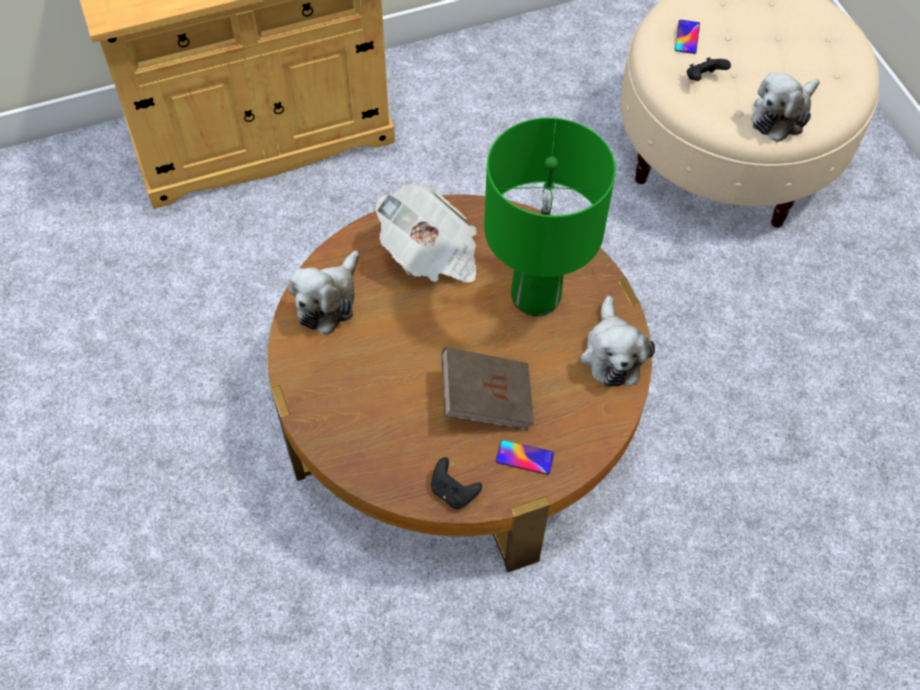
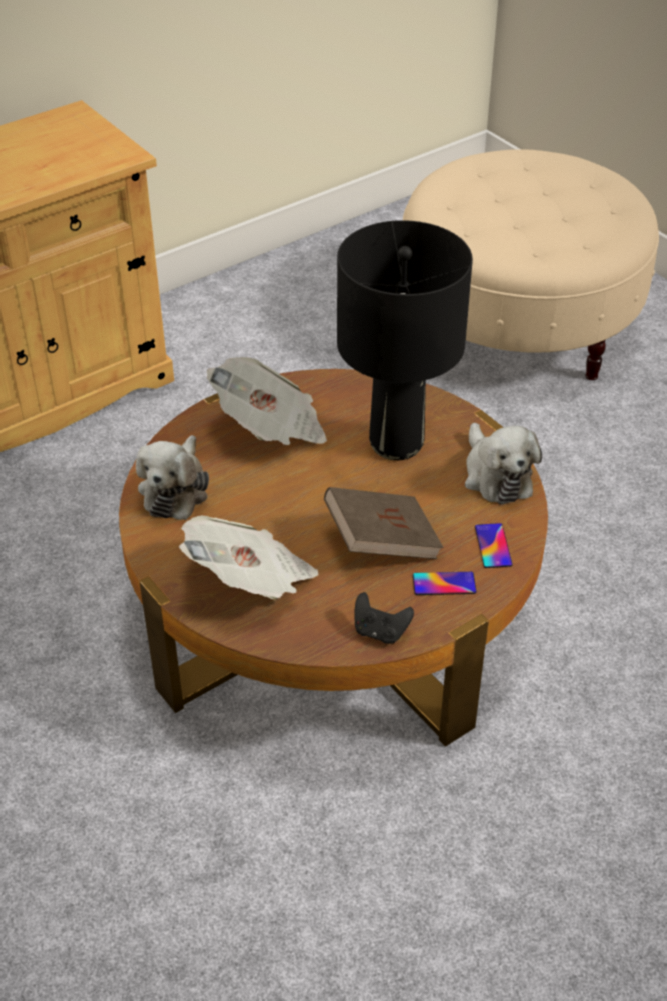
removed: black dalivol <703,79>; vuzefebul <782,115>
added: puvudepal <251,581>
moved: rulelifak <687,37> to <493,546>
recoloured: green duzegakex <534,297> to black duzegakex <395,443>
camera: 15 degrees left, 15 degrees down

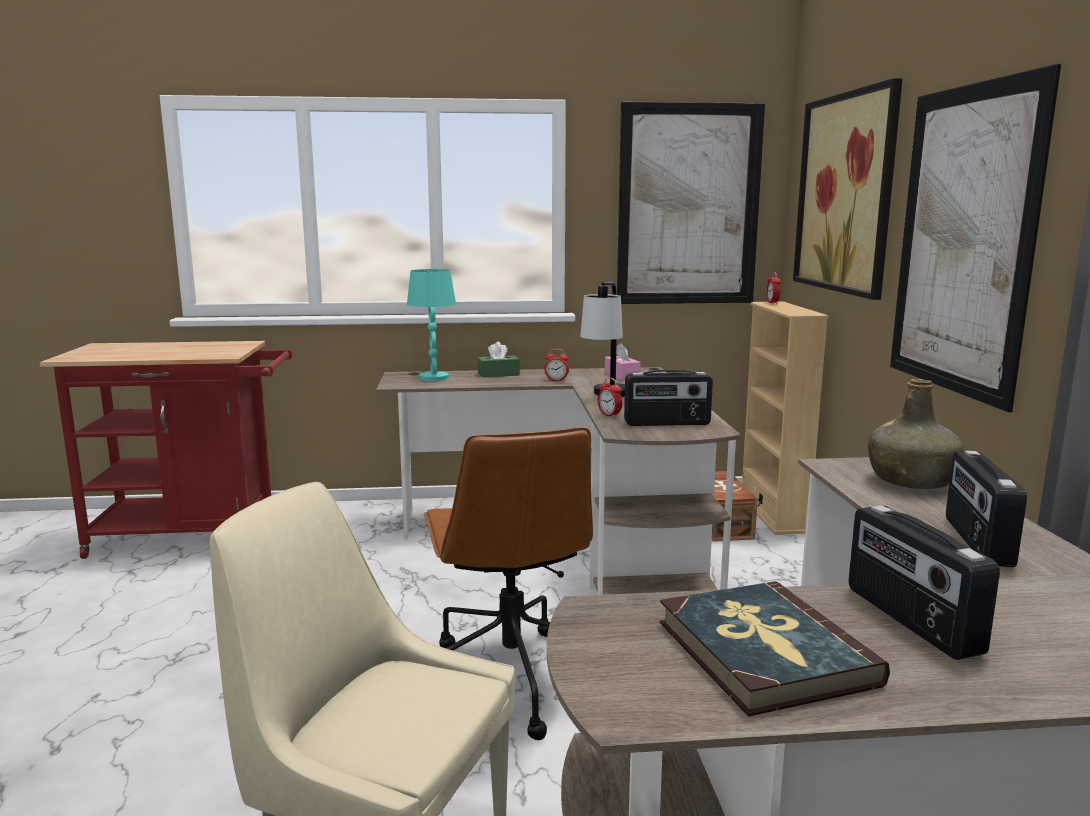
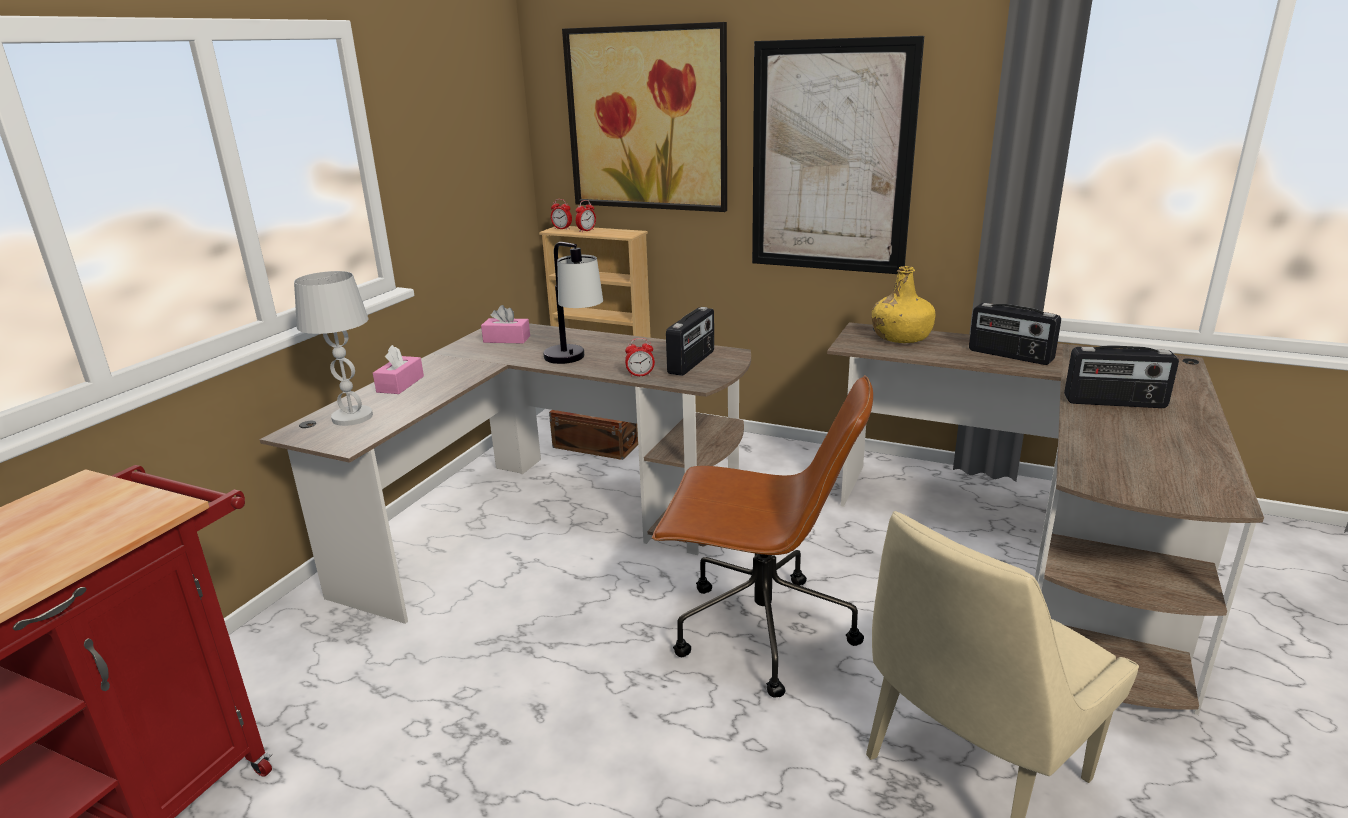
removed: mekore <688,205>; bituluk <763,652>
moved: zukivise <556,381> to <586,231>
recoloured: turquoise duzegakex <434,378> to white duzegakex <353,417>; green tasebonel <498,374> to pink tasebonel <400,384>; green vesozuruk <911,480> to yellow vesozuruk <901,337>
camera: 60 degrees left, 10 degrees up

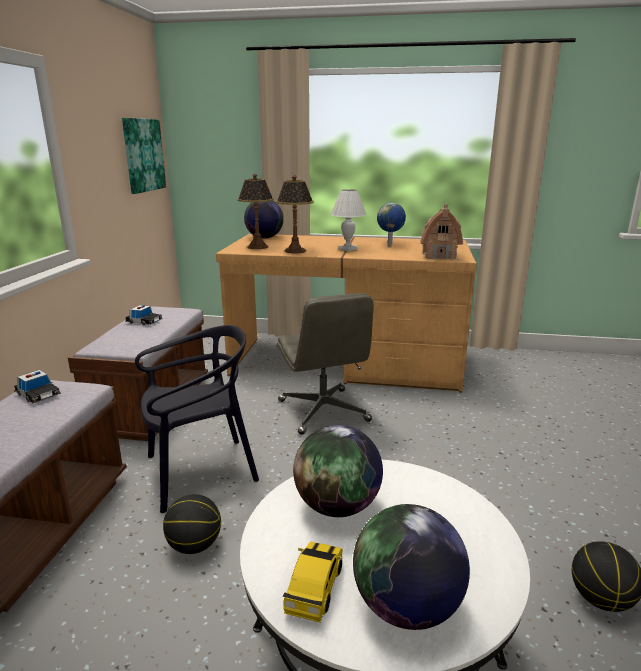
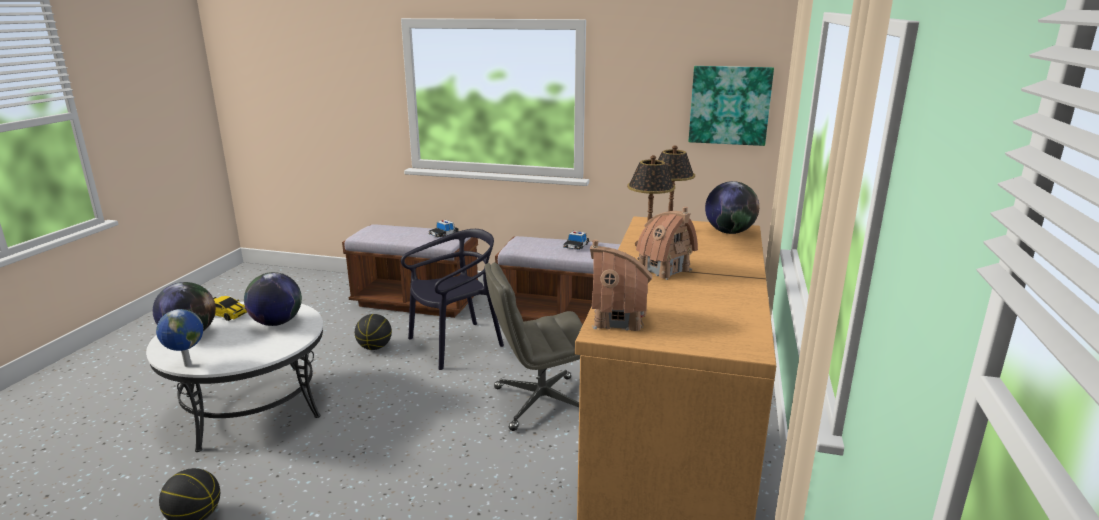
moved: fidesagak <390,245> to <186,365>
replaced: white duzegakex <347,249> to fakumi <664,269>
turned: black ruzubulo <200,471> = <455,344> 105 degrees counterclockwise
camera: 95 degrees right, 0 degrees up

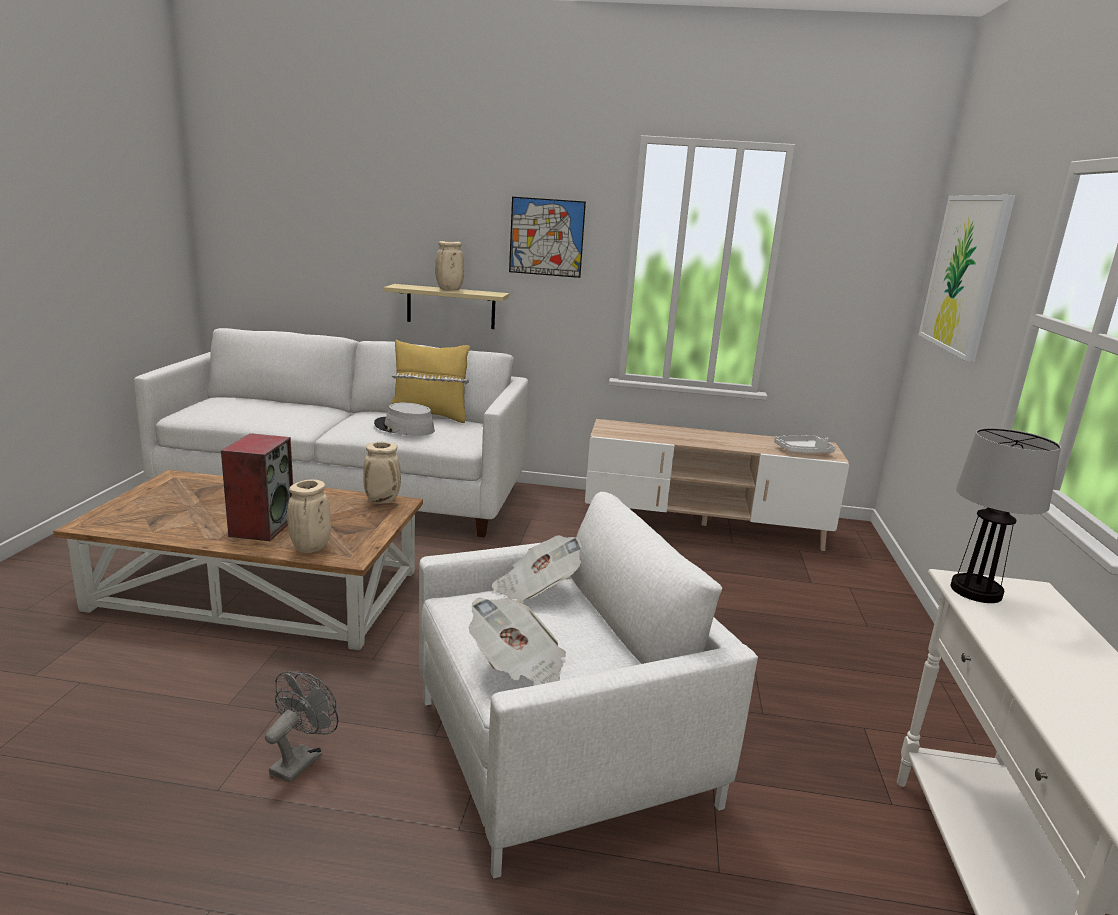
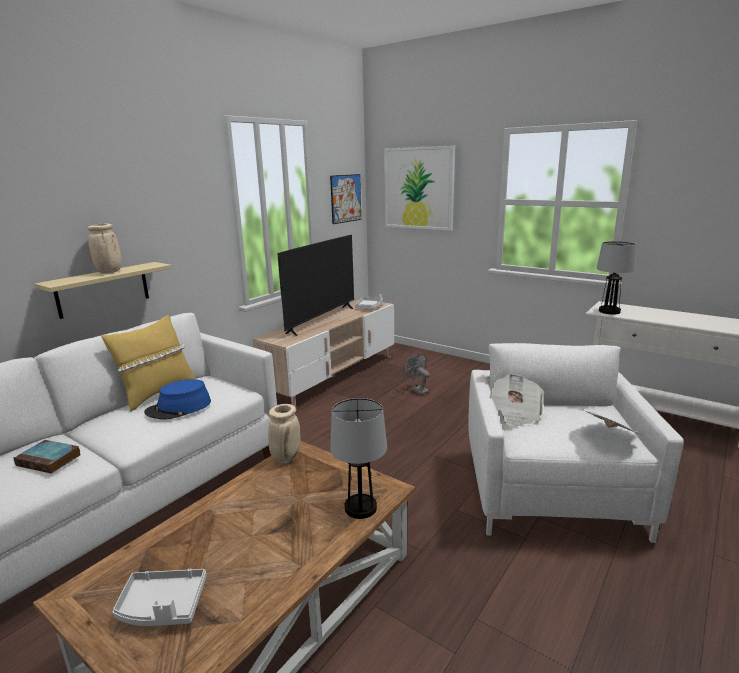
removed: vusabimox <262,526>
added: bituluk <50,460>; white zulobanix <162,606>; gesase <321,320>
moved: mekore <546,237> to <346,198>; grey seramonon <301,759> to <417,390>
replaced: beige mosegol <310,549> to duzegakex <361,508>
recoloured: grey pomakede <404,428> to blue pomakede <179,408>
camera: 60 degrees left, 0 degrees up

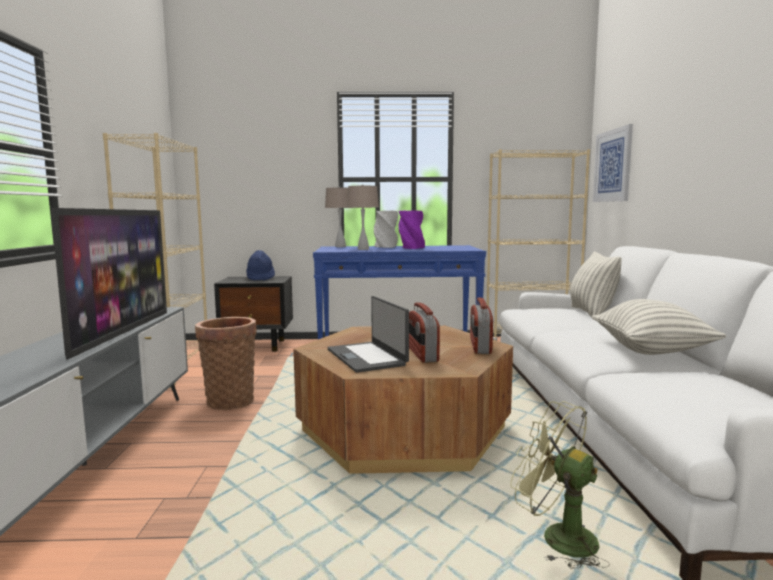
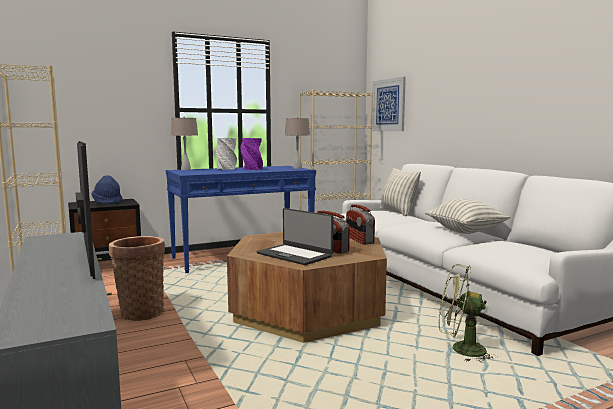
moved: beige duzegakex <363,249> to <297,168>
camera: 25 degrees left, 0 degrees up

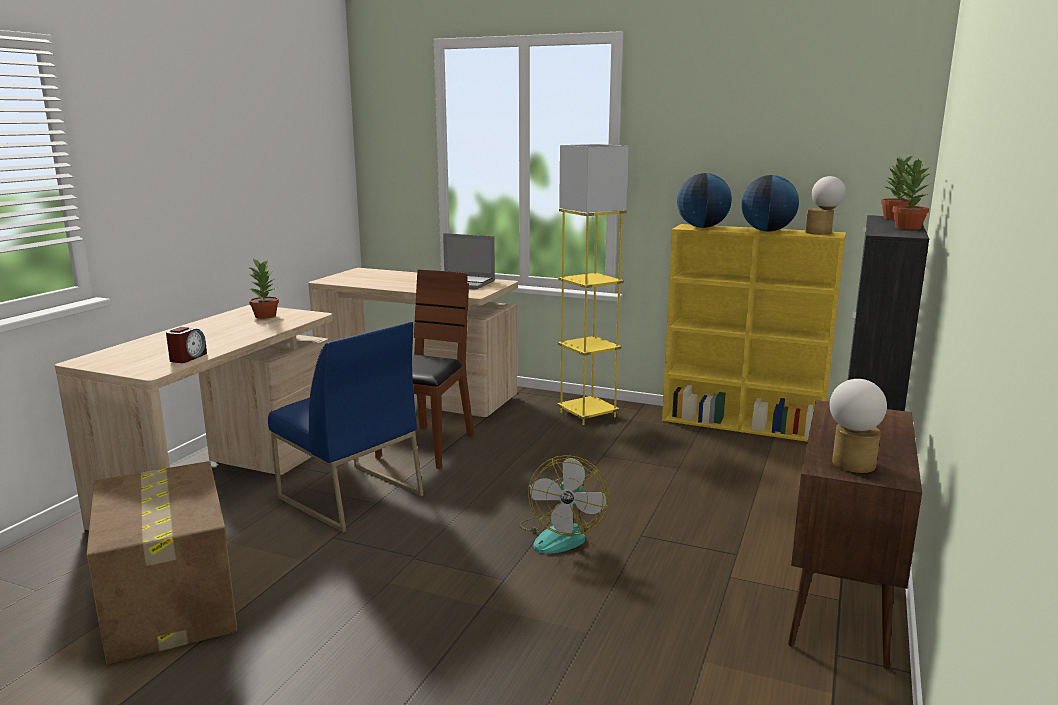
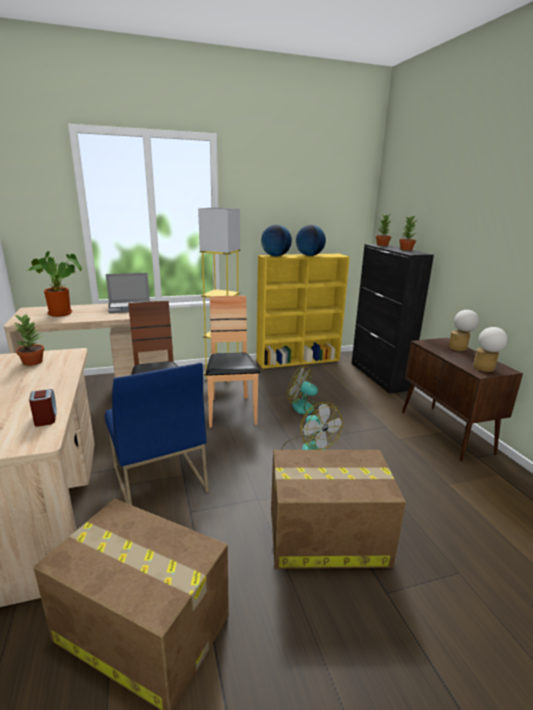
added: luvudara <62,314>; brown ruzubulo <231,411>; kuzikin <325,536>; seramonon <308,409>
moved: duzegakex <822,233> to <460,347>
turned: blue ruzubulo <349,496> = <158,479> 60 degrees clockwise
camera: 40 degrees left, 5 degrees up

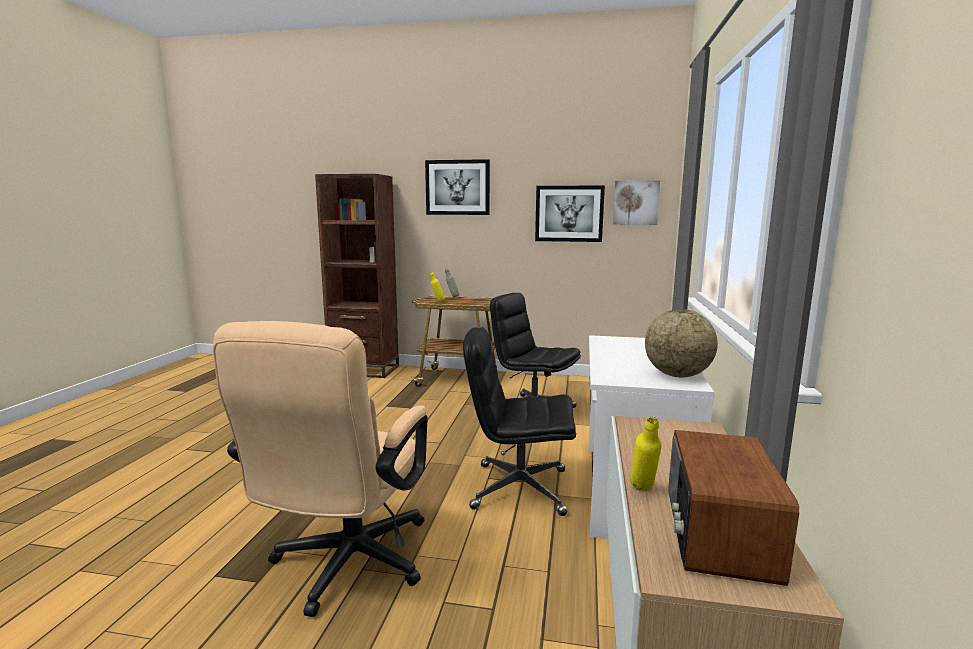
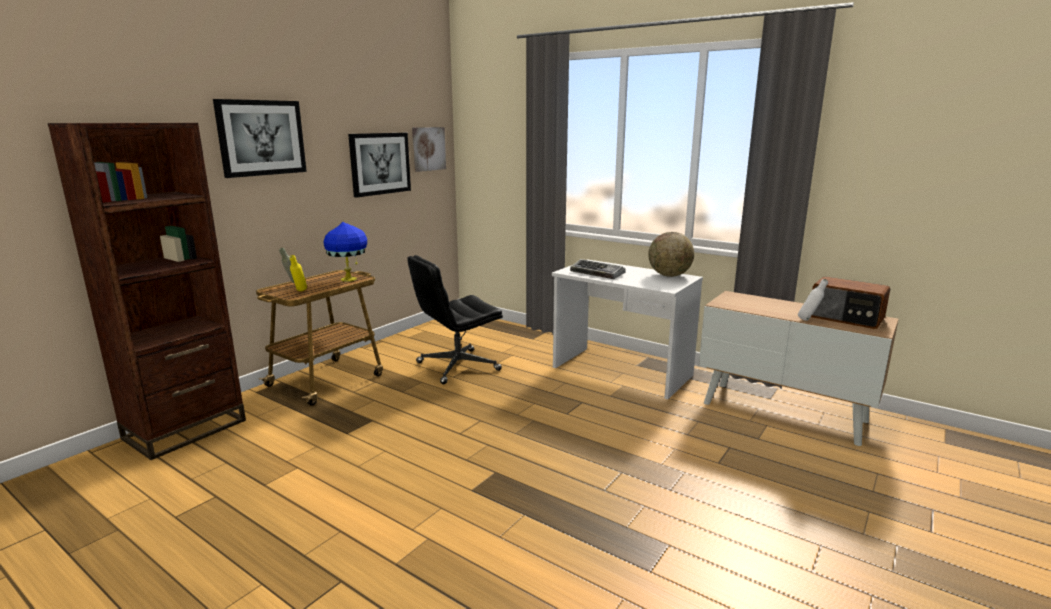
removed: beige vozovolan <345,567>; black vozovolan <518,489>
added: blue duzegakex <349,279>; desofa <598,273>
recoloured: yellow vesozuruk <643,493> to white vesozuruk <809,320>
camera: 65 degrees left, 5 degrees up

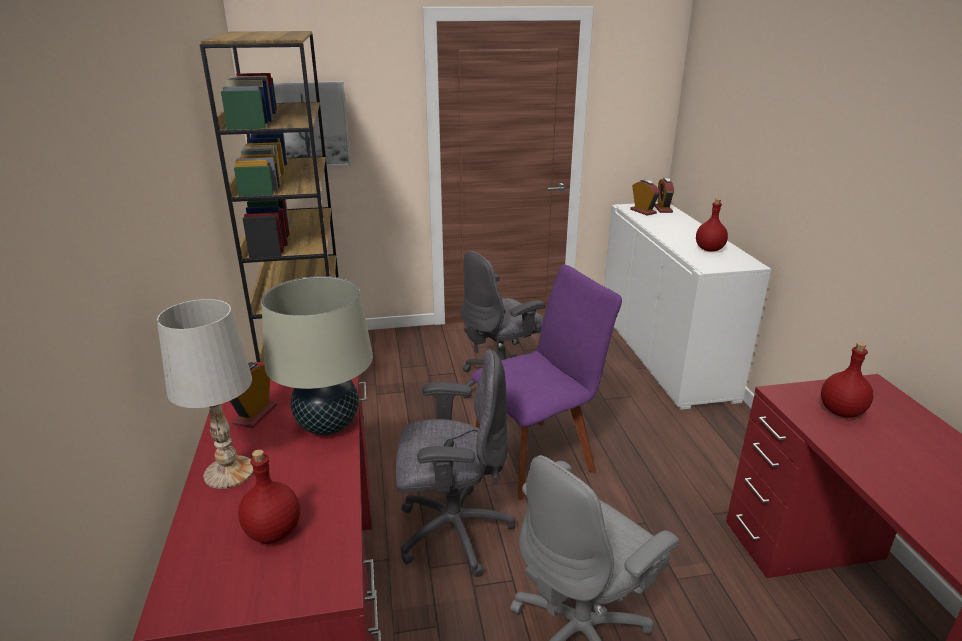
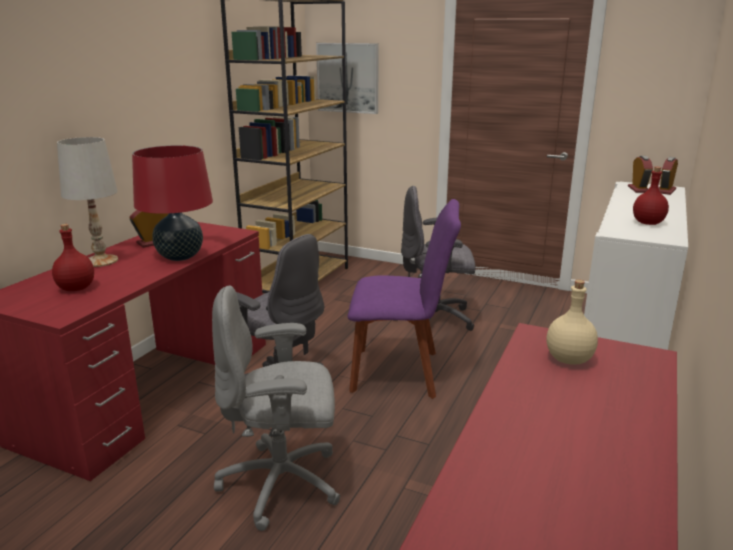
recoloured: beige duzegakex <328,425> to red duzegakex <180,257>; red vesozuruk <840,411> to beige vesozuruk <569,359>
camera: 35 degrees right, 5 degrees down

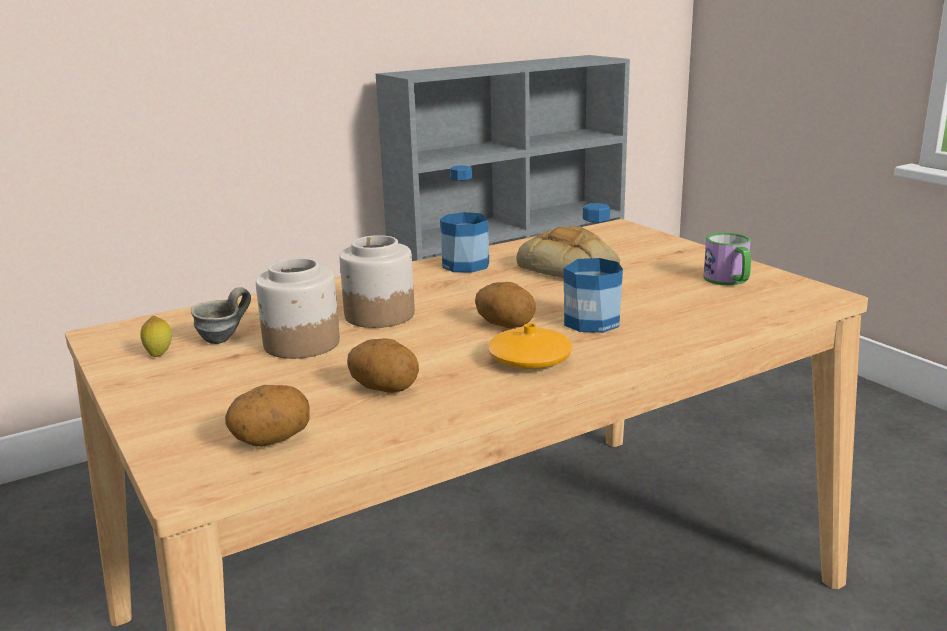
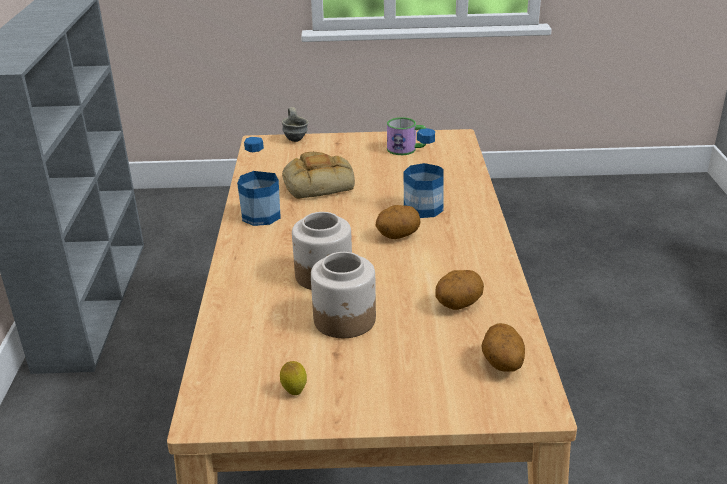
removed: orange mosegol <530,360>
moved: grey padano <224,340> to <296,138>
camera: 60 degrees left, 10 degrees up

